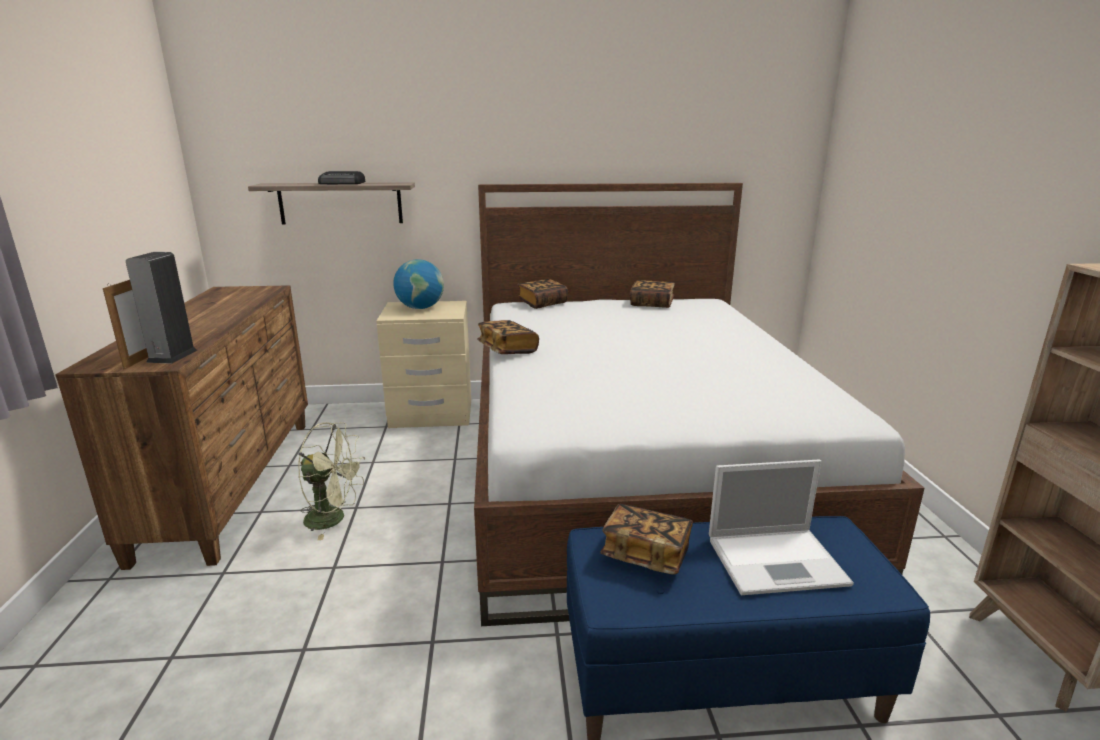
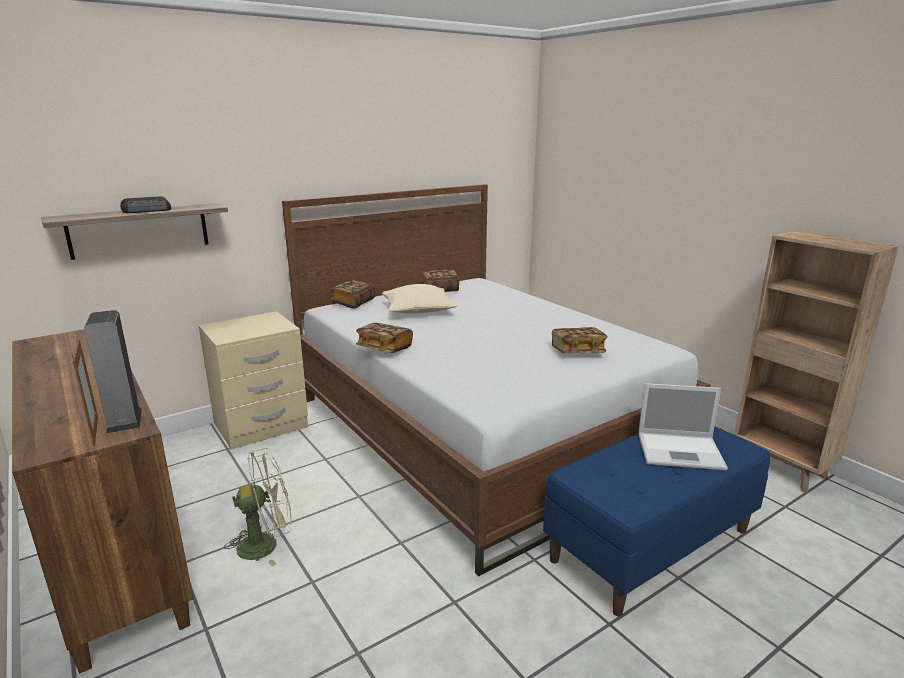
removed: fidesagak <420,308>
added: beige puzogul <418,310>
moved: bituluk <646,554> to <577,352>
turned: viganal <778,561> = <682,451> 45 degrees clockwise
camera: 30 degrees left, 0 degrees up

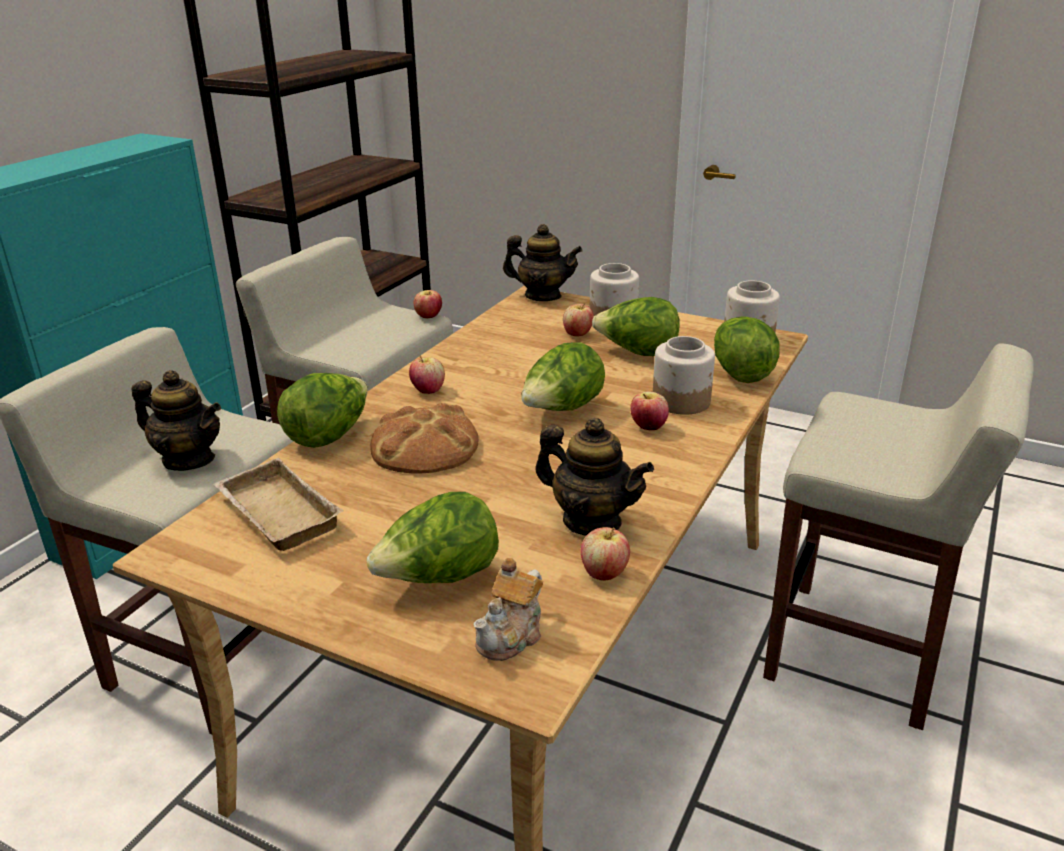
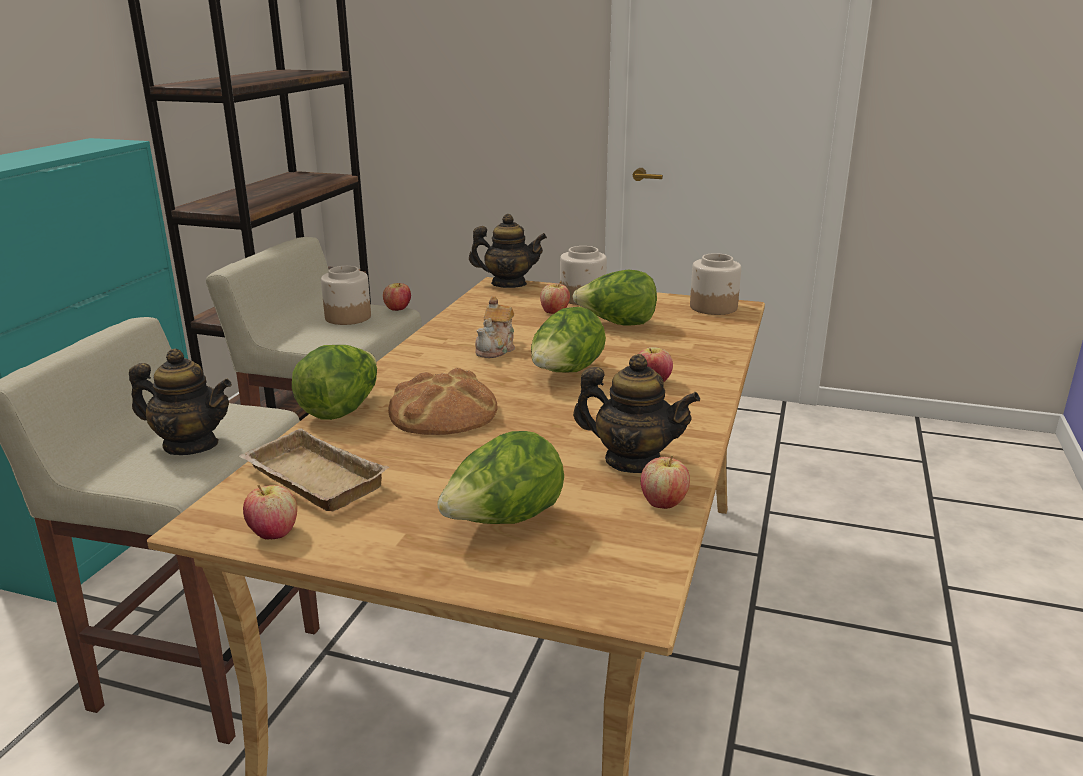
removed: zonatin <740,373>; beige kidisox <859,654>
moved: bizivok <428,390> to <273,533>; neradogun <682,401> to <348,317>; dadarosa <511,635> to <496,349>
camera: 10 degrees left, 5 degrees down

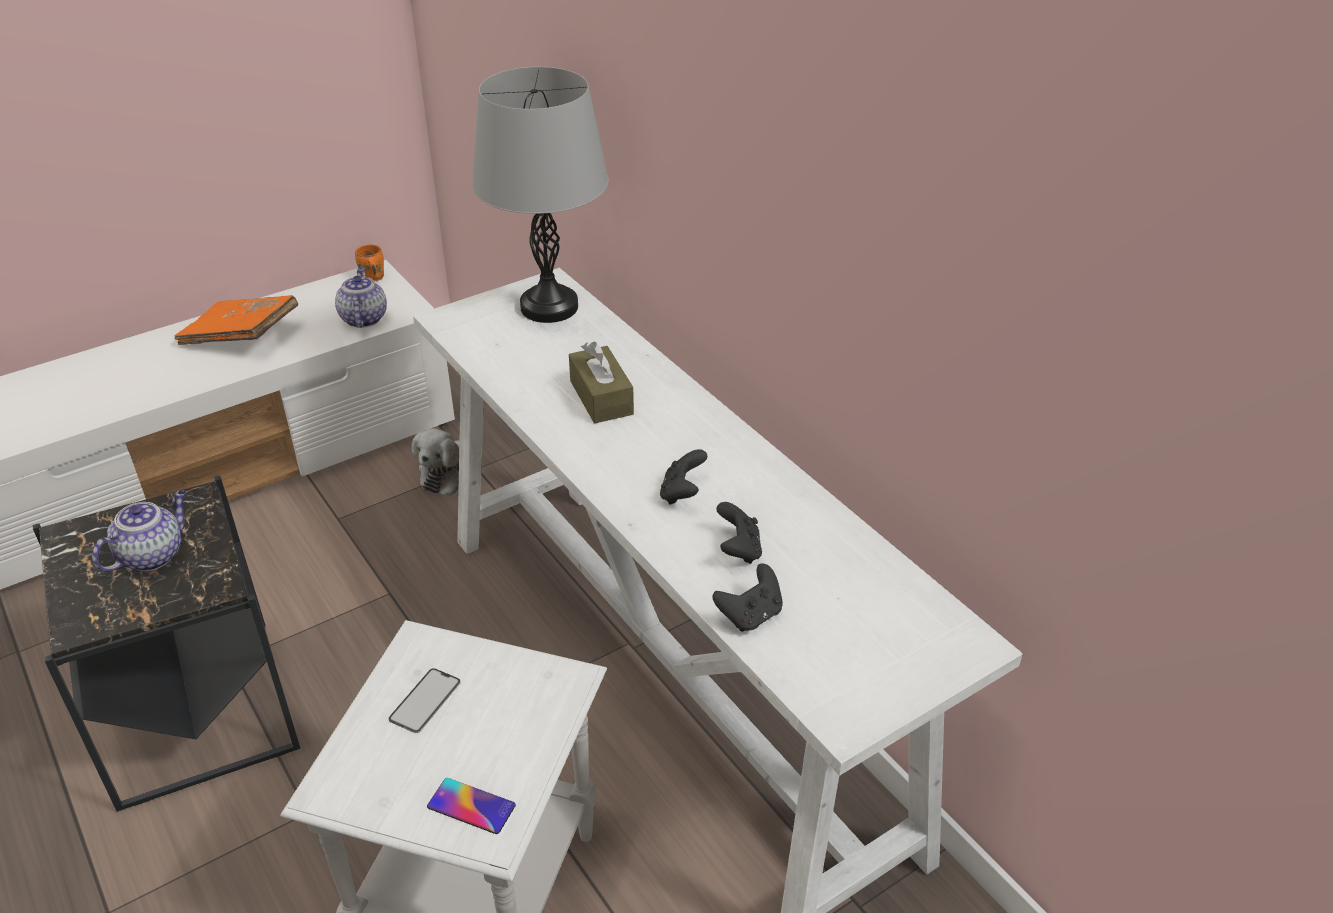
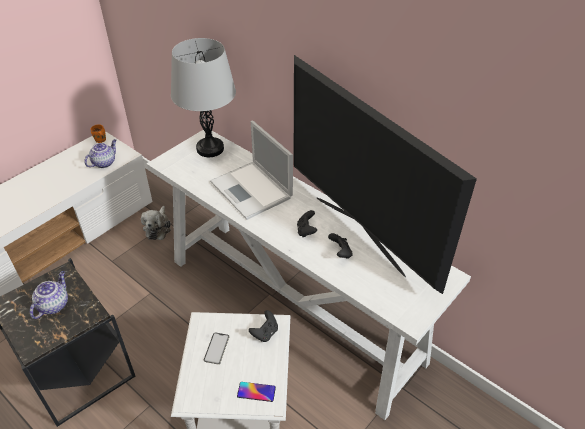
removed: orange bituluk <241,336>
added: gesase <359,233>
moved: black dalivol <750,615> to <265,333>
replaced: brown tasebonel <601,397> to viganal <252,190>
turned: dadarosa <363,318> = <104,162> 60 degrees clockwise
camera: 15 degrees left, 5 degrees up

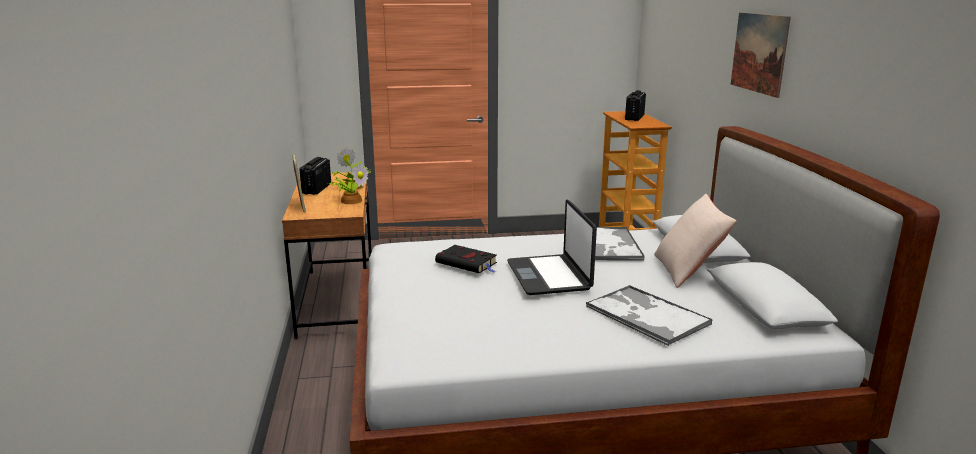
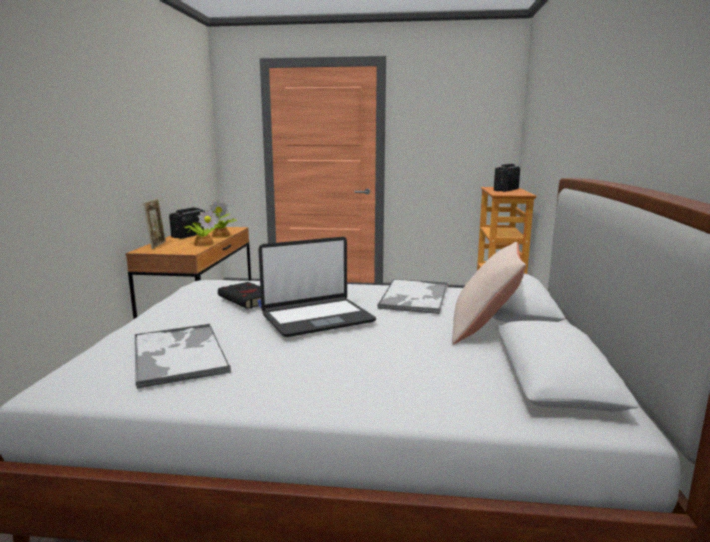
removed: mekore <759,53>
moved: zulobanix <646,315> to <178,354>
turned: viganal <549,276> = <317,318> 120 degrees counterclockwise
camera: 15 degrees right, 5 degrees down

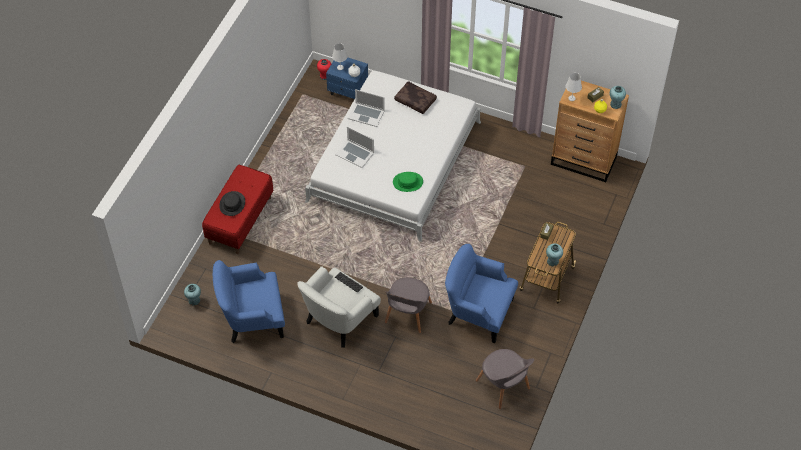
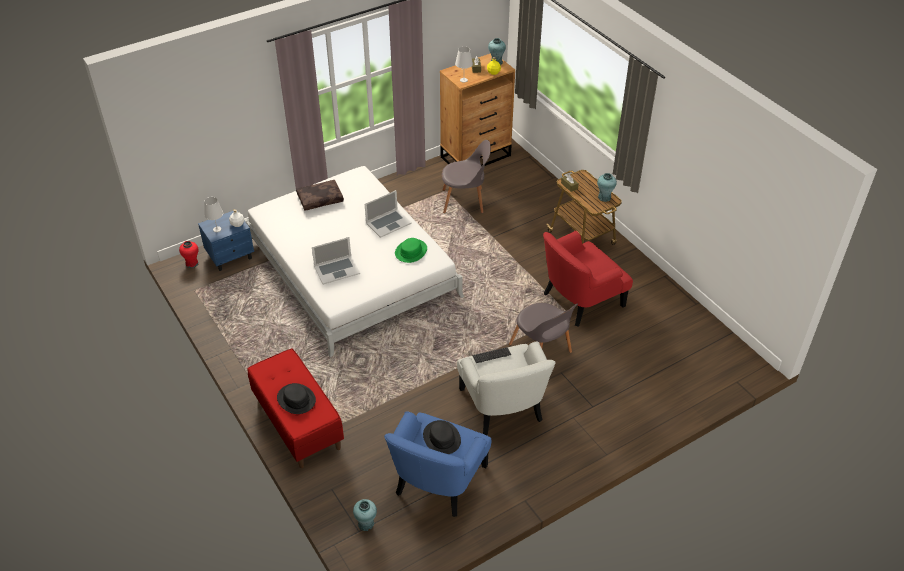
added: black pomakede <442,438>
moved: viganal <366,114> to <388,223>; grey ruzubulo <504,387> to <465,201>
recoloured: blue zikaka <478,312> to red zikaka <580,299>
camera: 55 degrees left, 10 degrees down

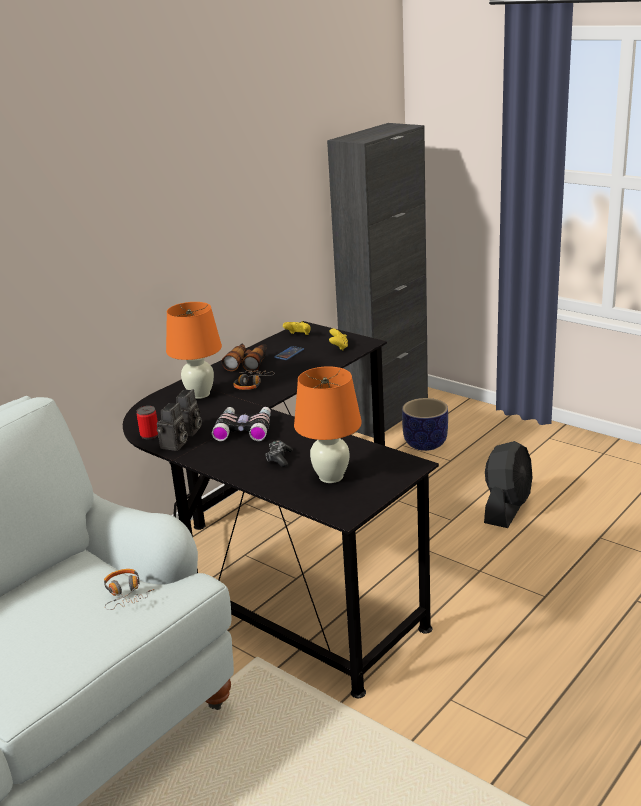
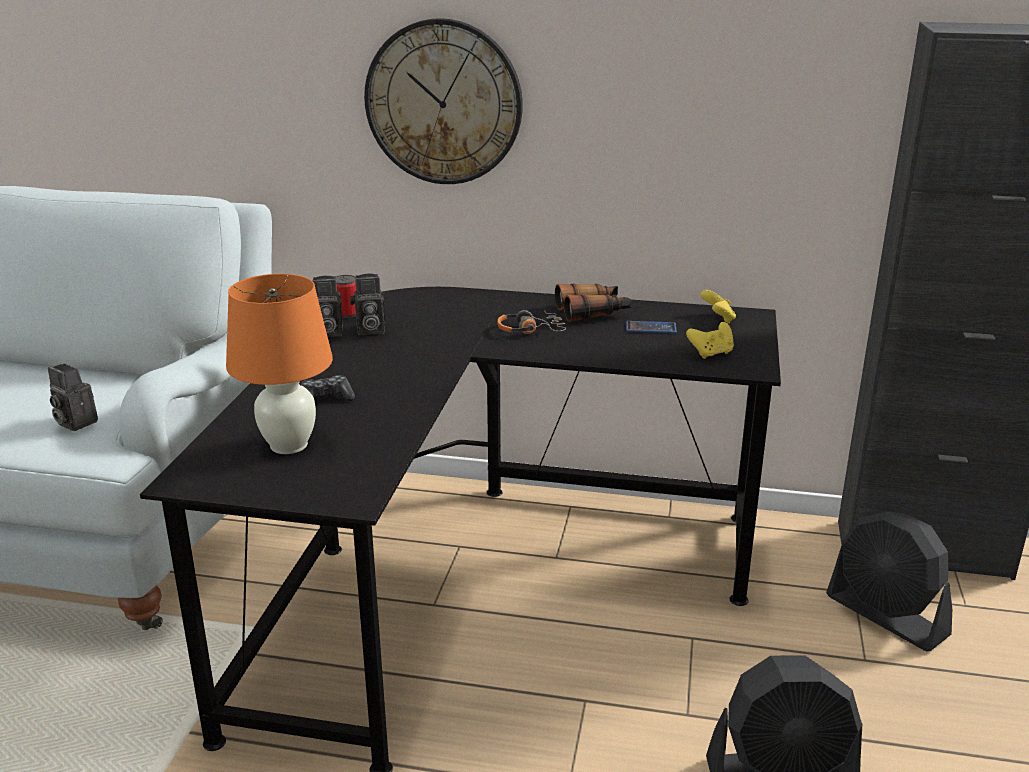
removed: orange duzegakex <200,394>; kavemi <244,429>
added: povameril <443,103>
replaced: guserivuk <126,594> to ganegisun <74,423>; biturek <425,443> to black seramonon <886,616>
camera: 60 degrees right, 0 degrees up

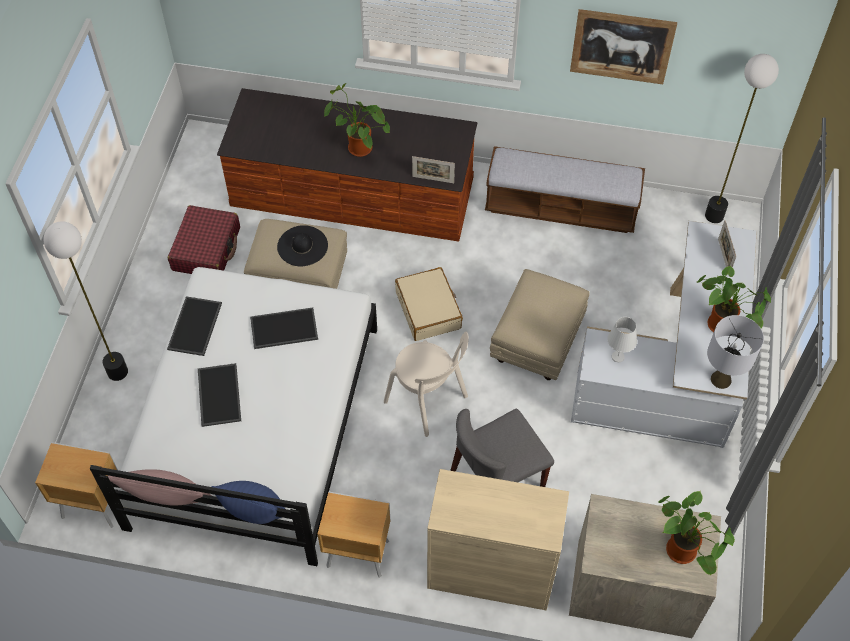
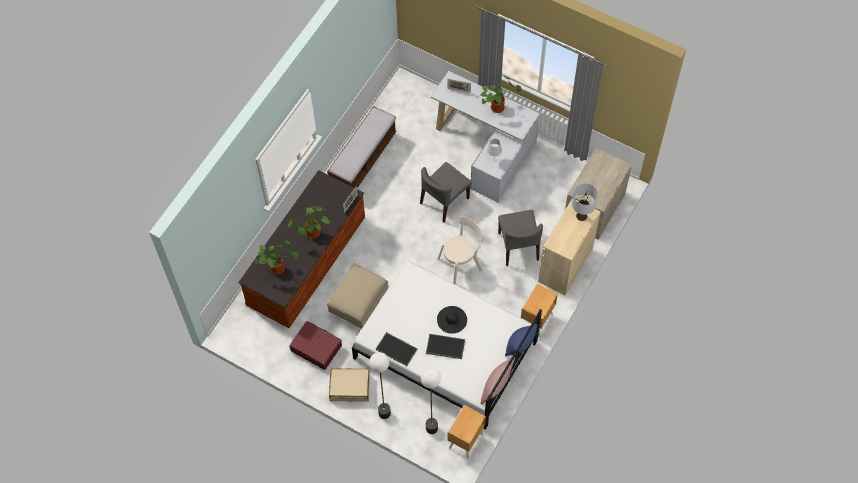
removed: zulobanix <283,329>; mekore <622,46>
moved: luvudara <684,552> to <278,267>; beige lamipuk <428,310> to <350,387>; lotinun <714,215> to <431,428>; black pomakede <302,246> to <452,319>; grey duzegakex <721,379> to <581,216>
replaced: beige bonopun <537,341> to grey ruzubulo <444,201>
camera: 70 degrees left, 5 degrees up

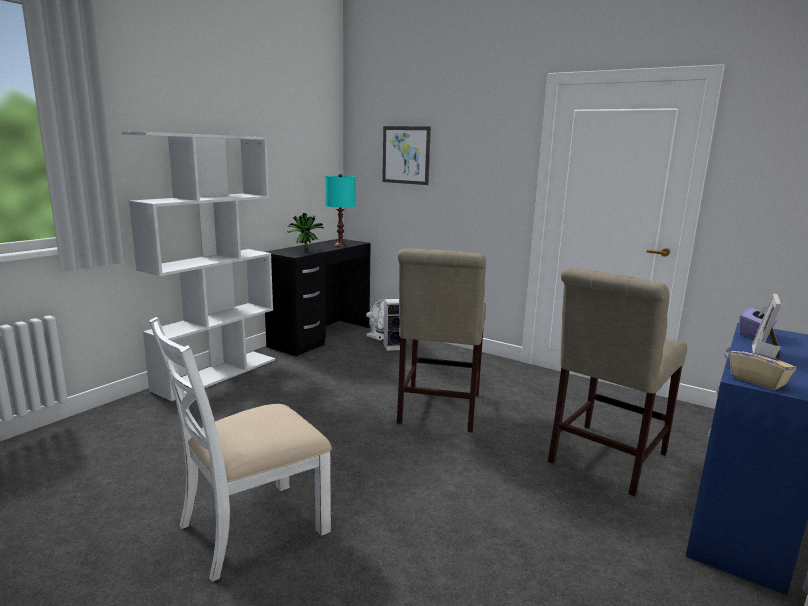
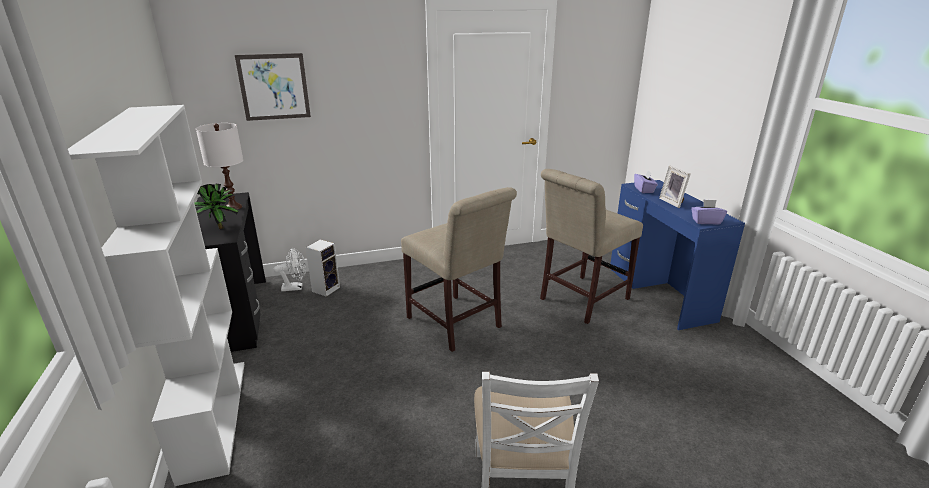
recoloured: turquoise duzegakex <340,246> to white duzegakex <233,207>; beige tasebonel <758,381> to purple tasebonel <706,221>
turned: beige ruzubulo <604,460> = <580,300> 60 degrees clockwise
camera: 50 degrees left, 10 degrees up

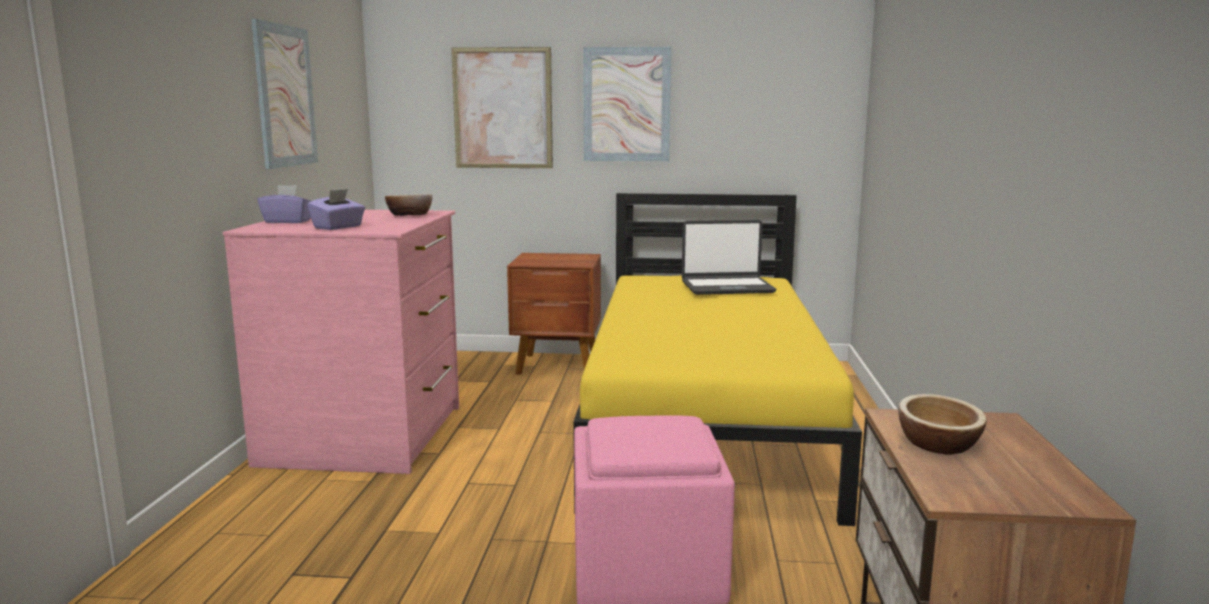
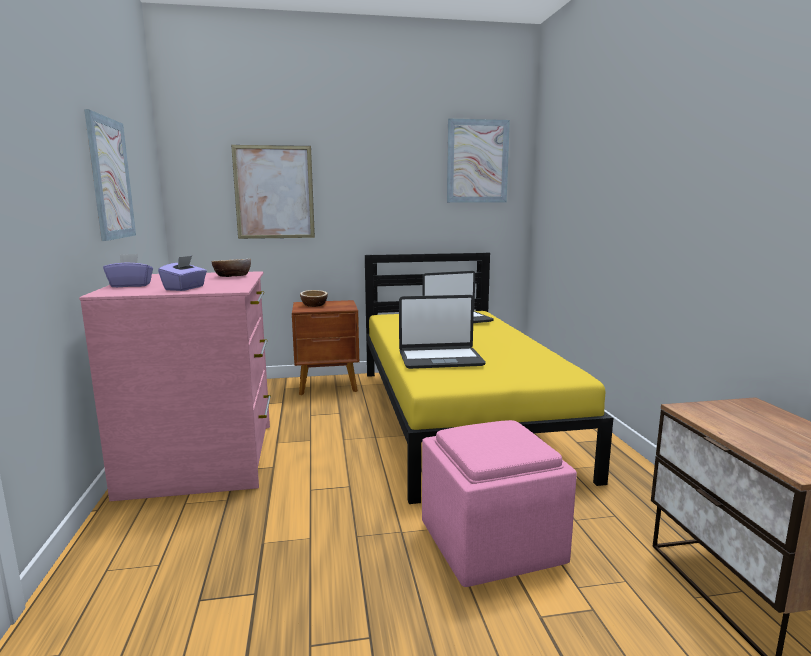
added: viganal <440,359>
moved: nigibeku <938,444> to <314,305>; mekore <626,104> to <477,161>
camera: 15 degrees left, 0 degrees up

